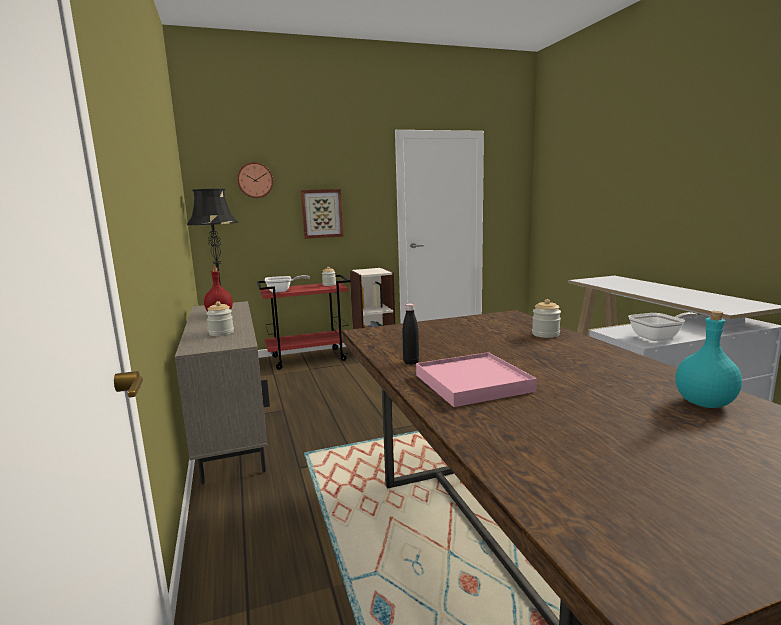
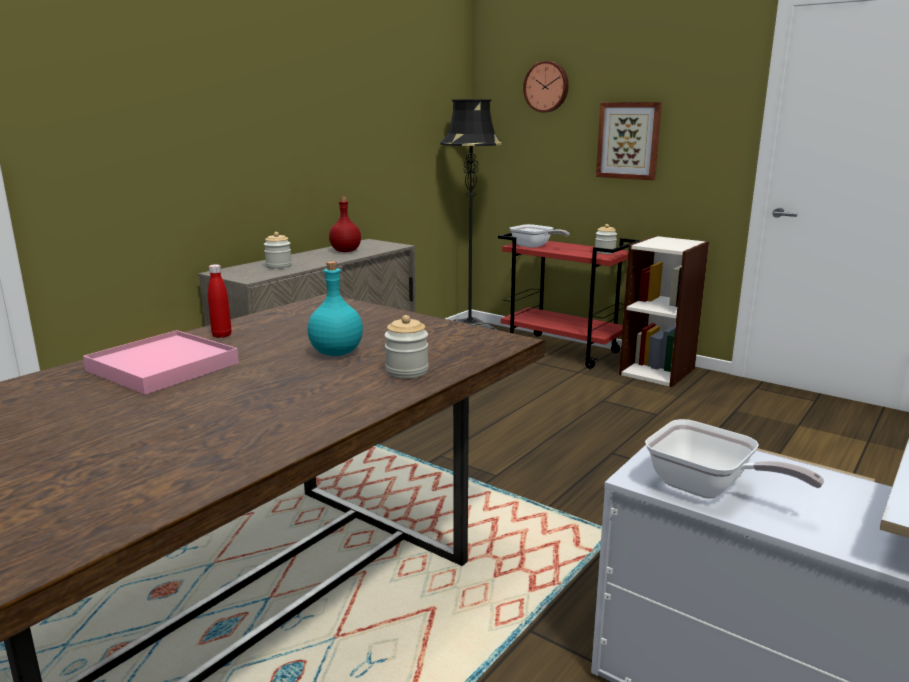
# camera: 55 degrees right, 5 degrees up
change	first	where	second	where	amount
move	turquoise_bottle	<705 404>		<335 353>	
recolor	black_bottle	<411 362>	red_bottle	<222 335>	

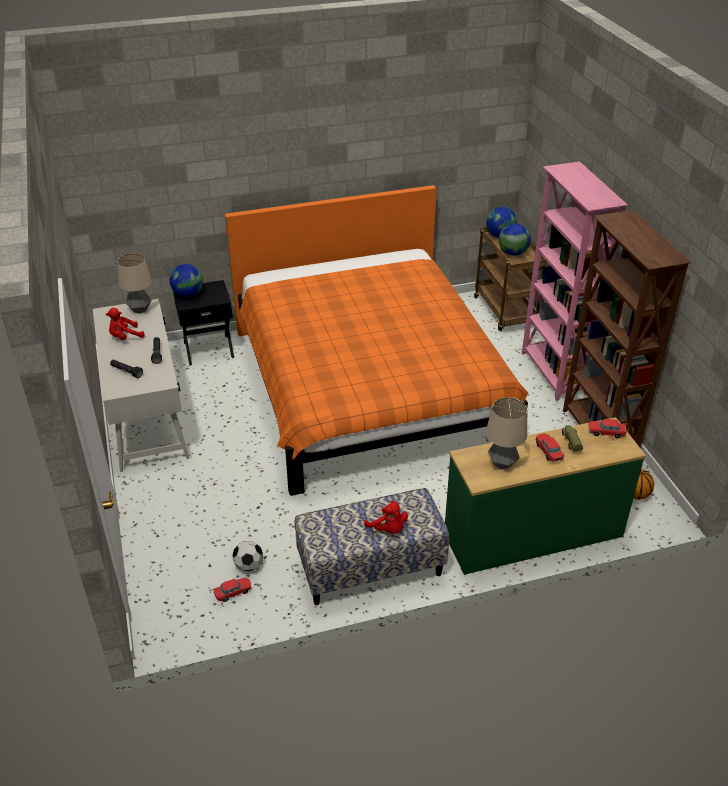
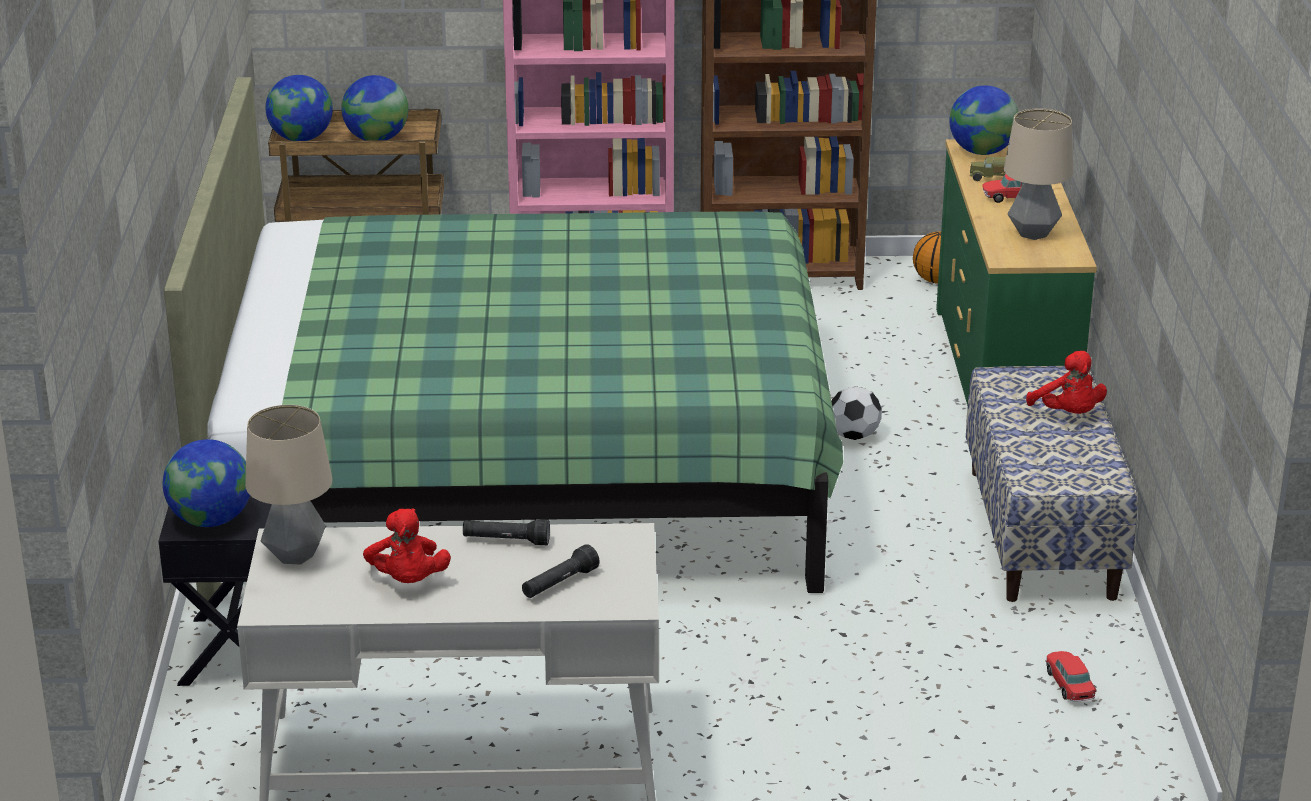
# camera: 75 degrees left, 10 degrees down
change	first	where	second	where	amount
move	football	<249 566>		<853 436>	
replace	toy_car	<606 432>	globe	<982 152>	
recolor	orange_bed	<367 387>	green_bed	<522 463>	
rotate	red_plush_toy	<388 529>		<1068 414>	90 degrees clockwise

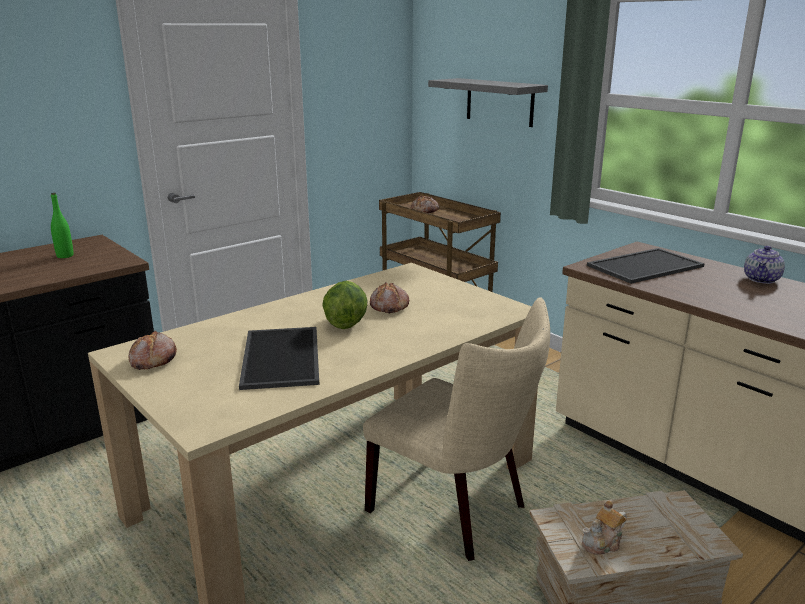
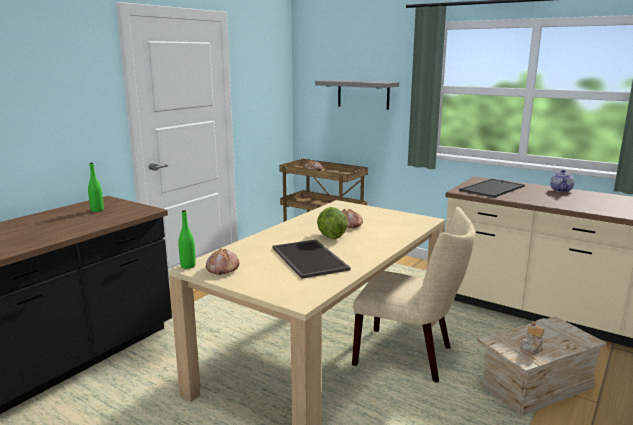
# camera: 15 degrees left, 5 degrees down
change	first	where	second	where	amount
insert			green_bottle	<188 266>	

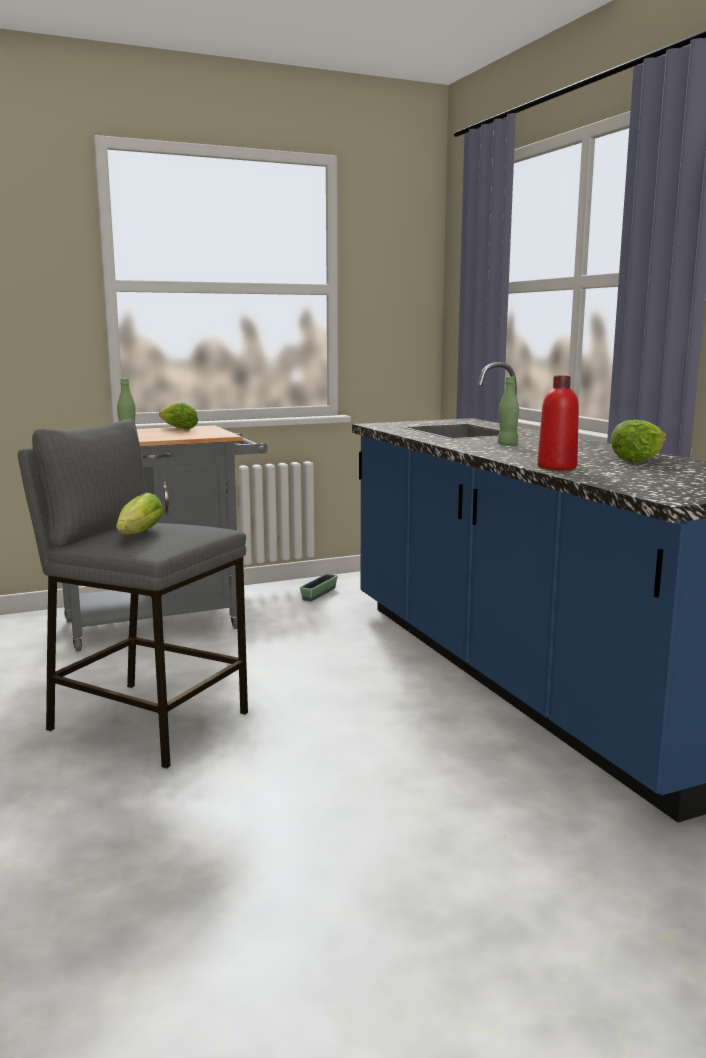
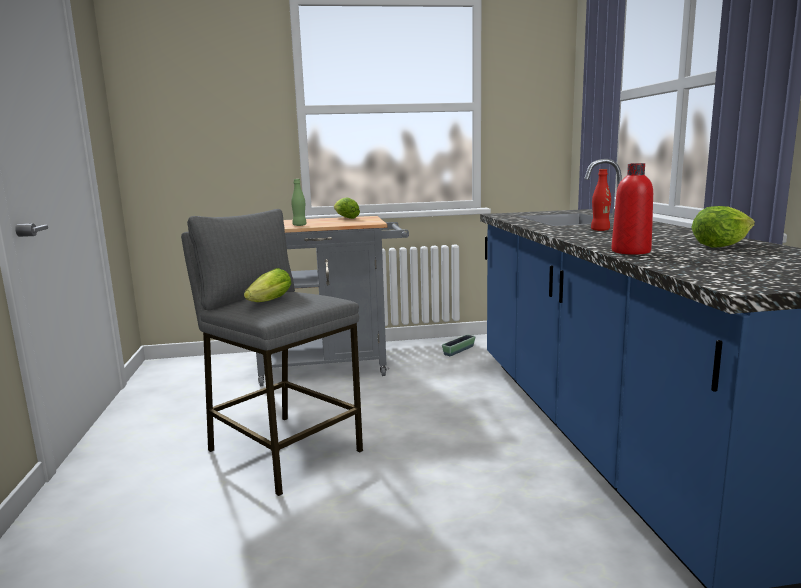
# camera: 15 degrees right, 0 degrees up
change	first	where	second	where	amount
recolor	green_bottle	<507 444>	red_bottle	<600 230>	

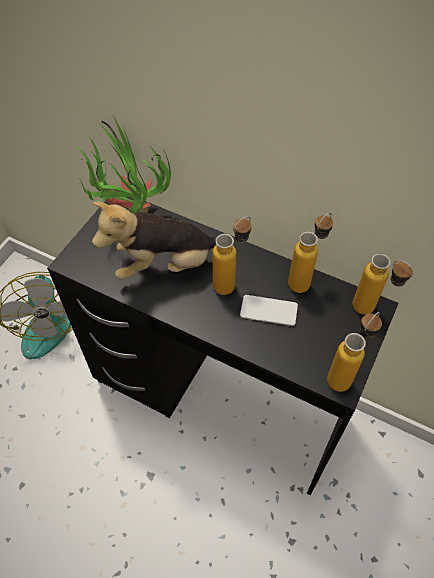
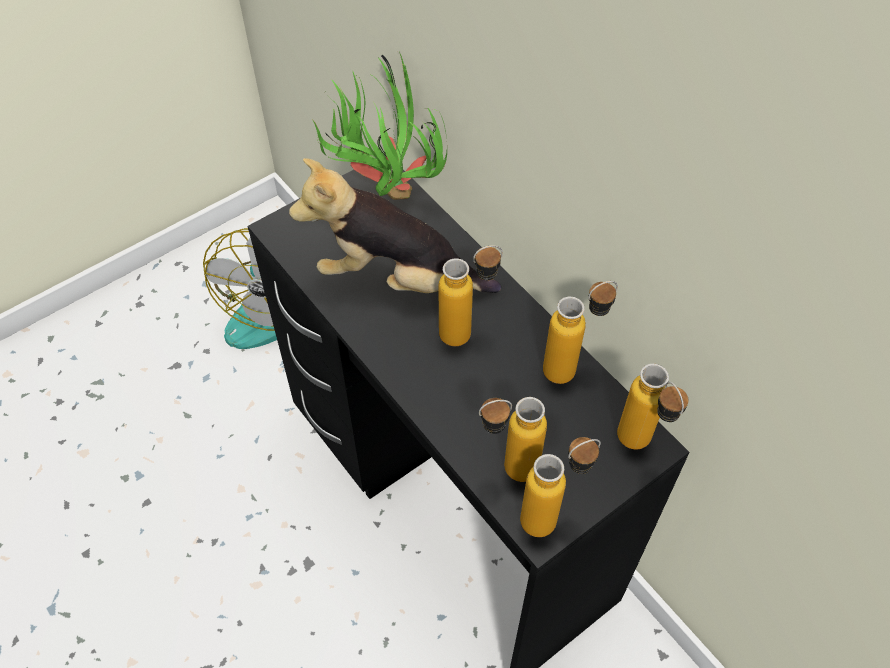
# camera: 25 degrees right, 0 degrees up
change	first	where	second	where	amount
delete	phone	<268 311>			
insert			bottle	<507 470>	

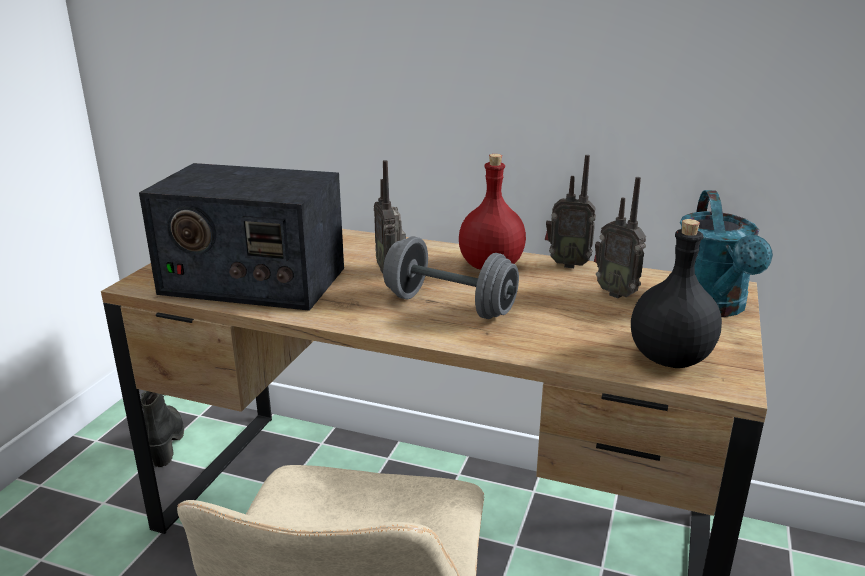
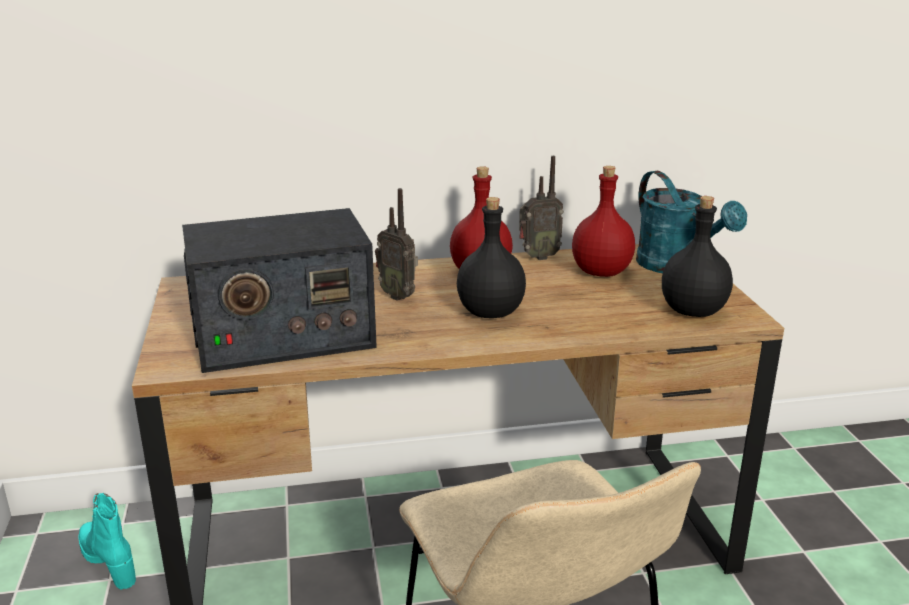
# camera: 30 degrees left, 0 degrees up
change	first	where	second	where	amount
replace	grey_dumbbell	<449 305>	black_bottle	<490 313>	
replace	radio	<617 293>	red_bottle	<602 271>	
recolor	black_boot	<167 441>	turquoise_boot	<110 561>	

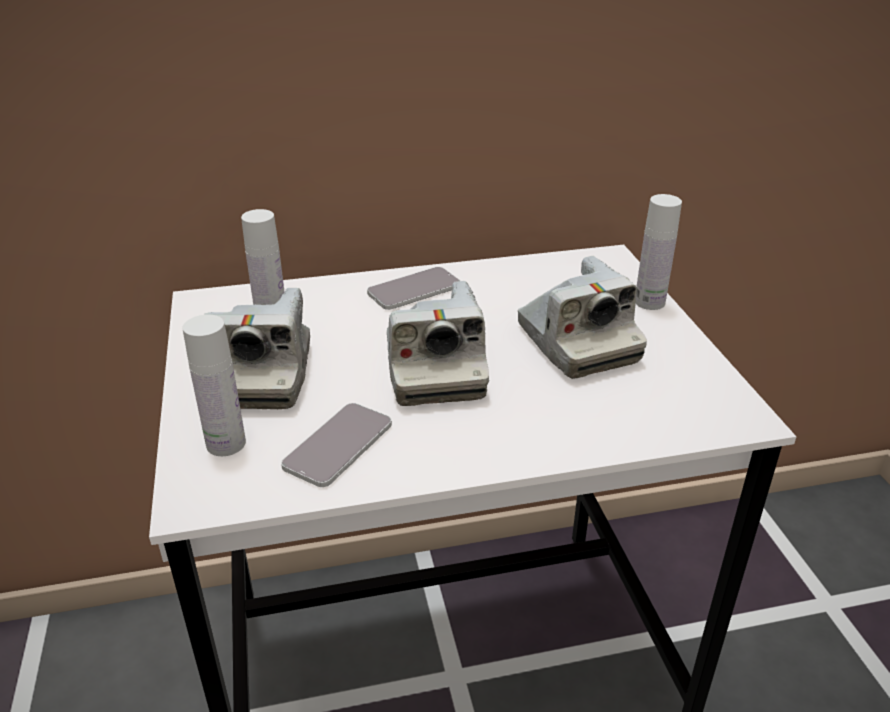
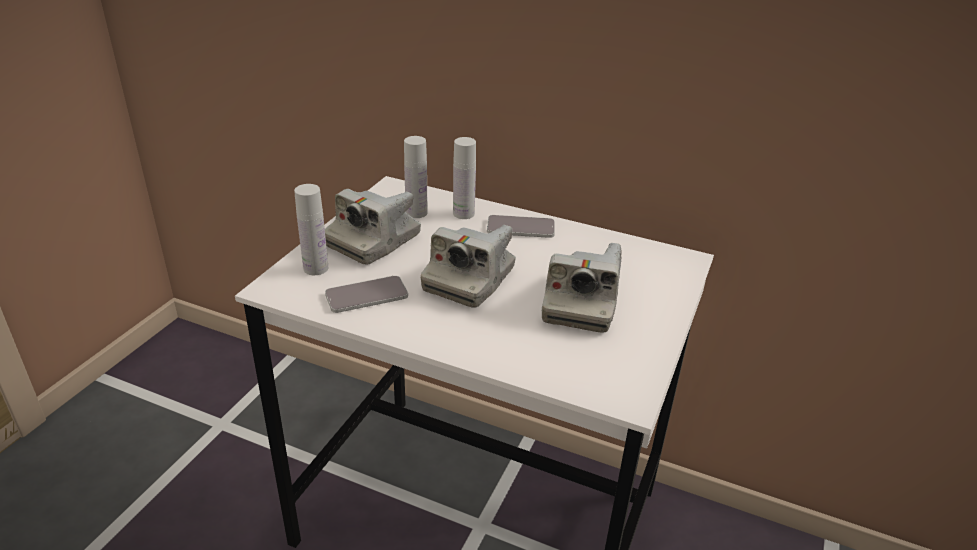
# camera: 35 degrees right, 0 degrees up
change	first	where	second	where	amount
move	white_bottle	<649 302>		<463 213>	

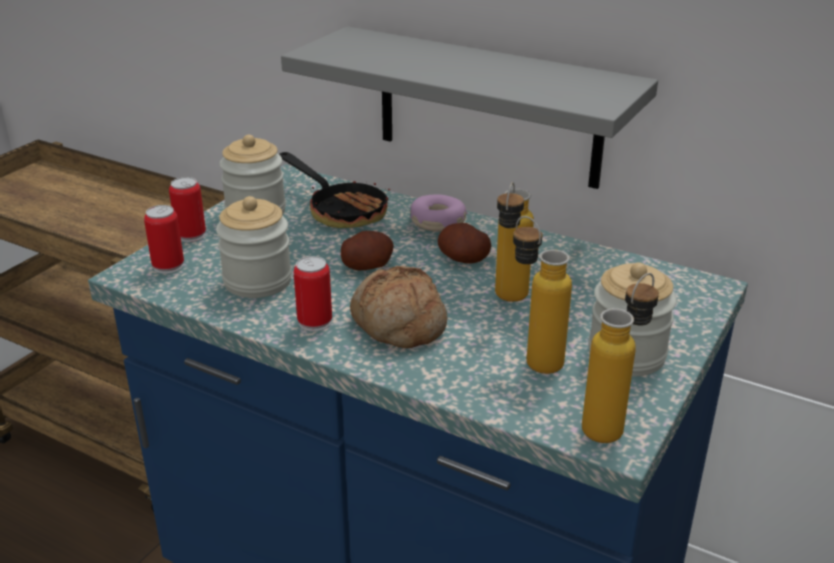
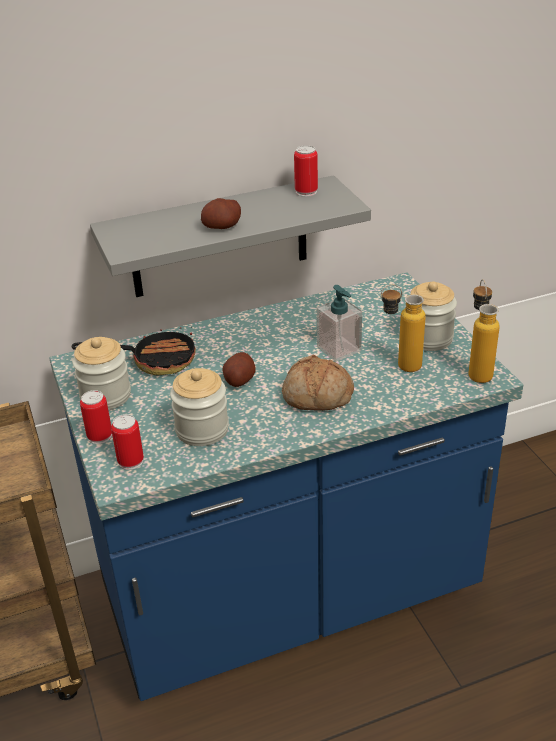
# camera: 50 degrees left, 5 degrees up
change	first	where	second	where	amount
delete	donut	<438 222>			
move	can	<315 322>		<306 191>	
move	potato	<463 259>		<222 227>	
replace	bottle	<508 301>	soap_dispenser	<339 349>	

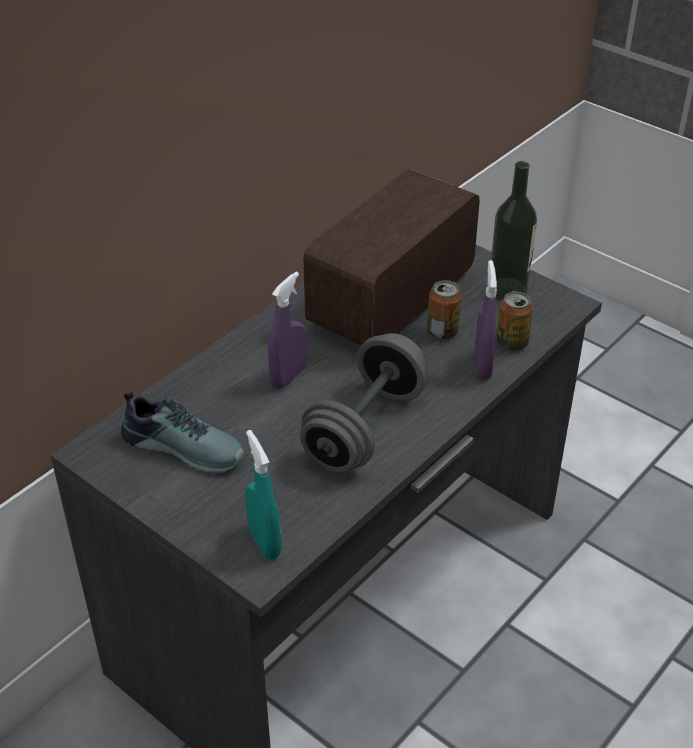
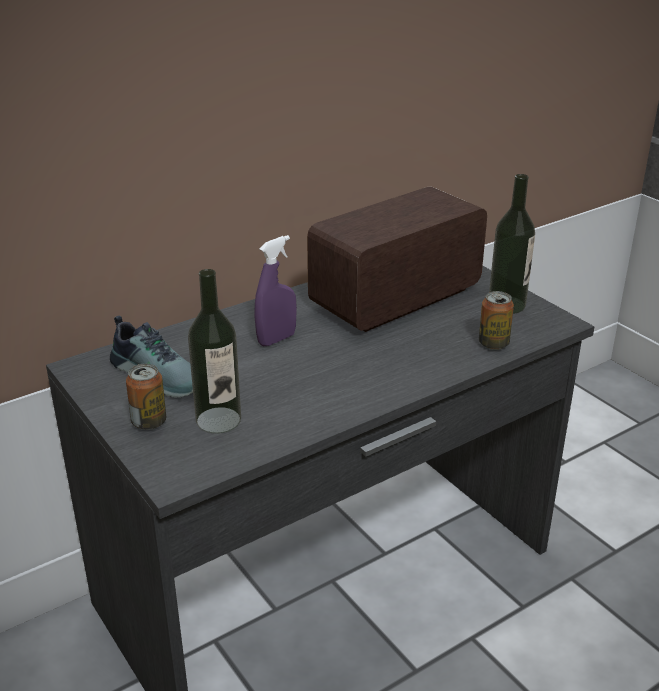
# camera: 15 degrees right, 10 degrees down
change	first	where	second	where	amount
delete	turquoise_spray_bottle	<264 542>			
delete	grey_dumbbell	<365 428>			
delete	purple_spray_bottle	<482 366>			
insert			bottle	<218 420>	
move	can	<442 331>		<149 422>	

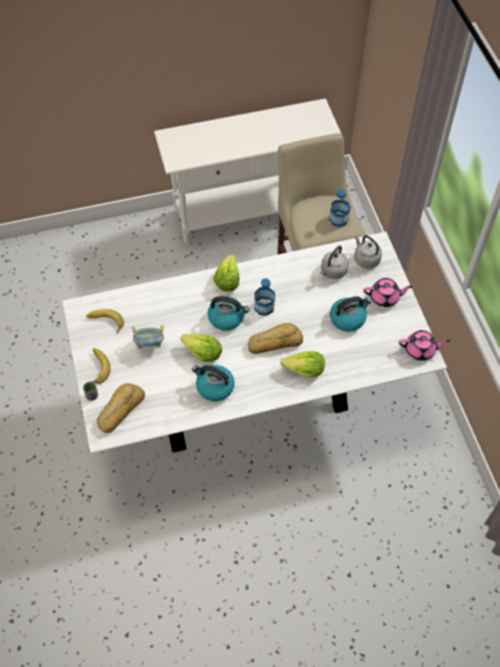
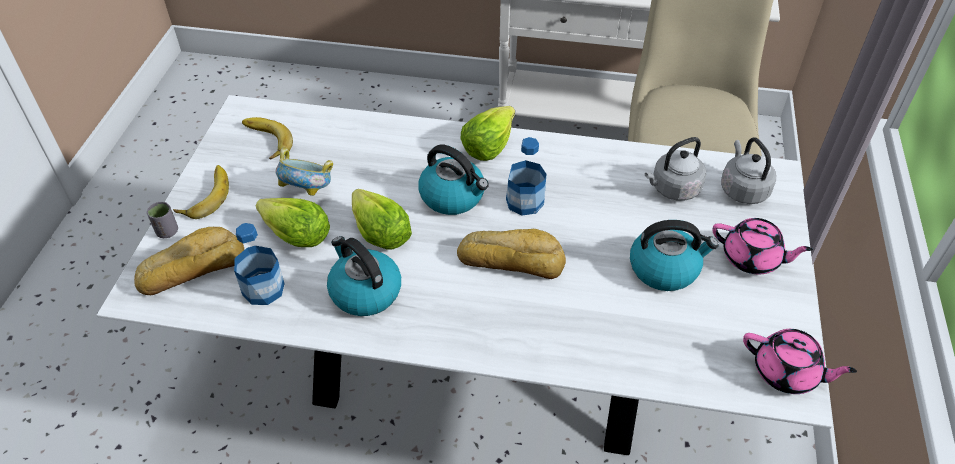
# camera: 25 degrees right, 10 degrees down
change	first	where	second	where	amount
move	lettuce	<304 370>		<296 235>	
move	bottle	<338 219>		<263 289>	

